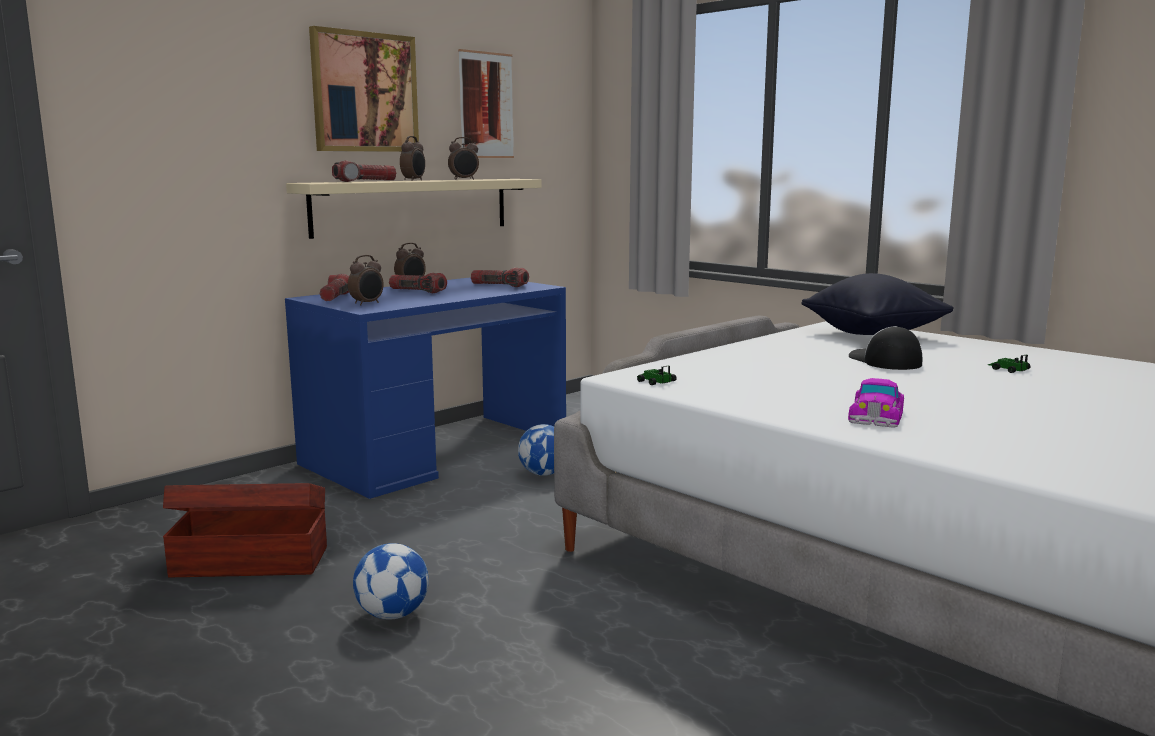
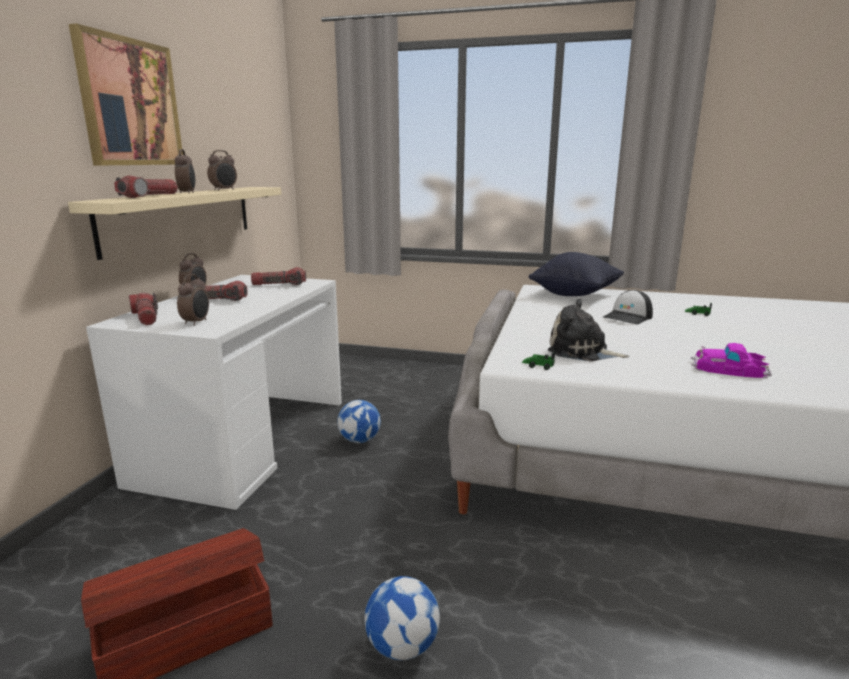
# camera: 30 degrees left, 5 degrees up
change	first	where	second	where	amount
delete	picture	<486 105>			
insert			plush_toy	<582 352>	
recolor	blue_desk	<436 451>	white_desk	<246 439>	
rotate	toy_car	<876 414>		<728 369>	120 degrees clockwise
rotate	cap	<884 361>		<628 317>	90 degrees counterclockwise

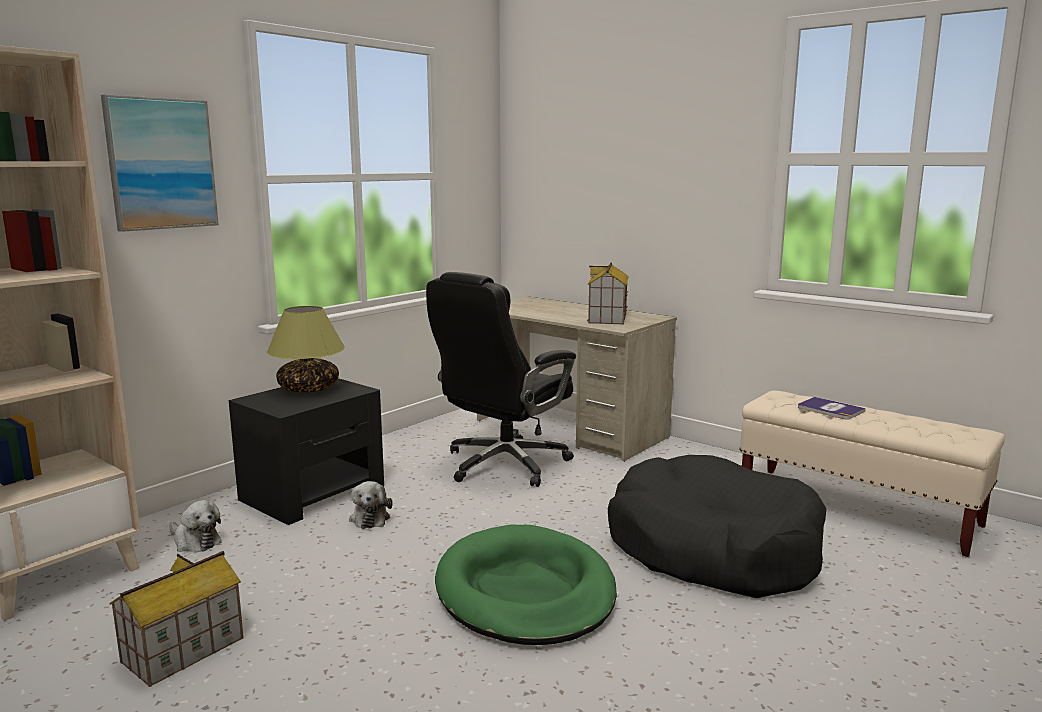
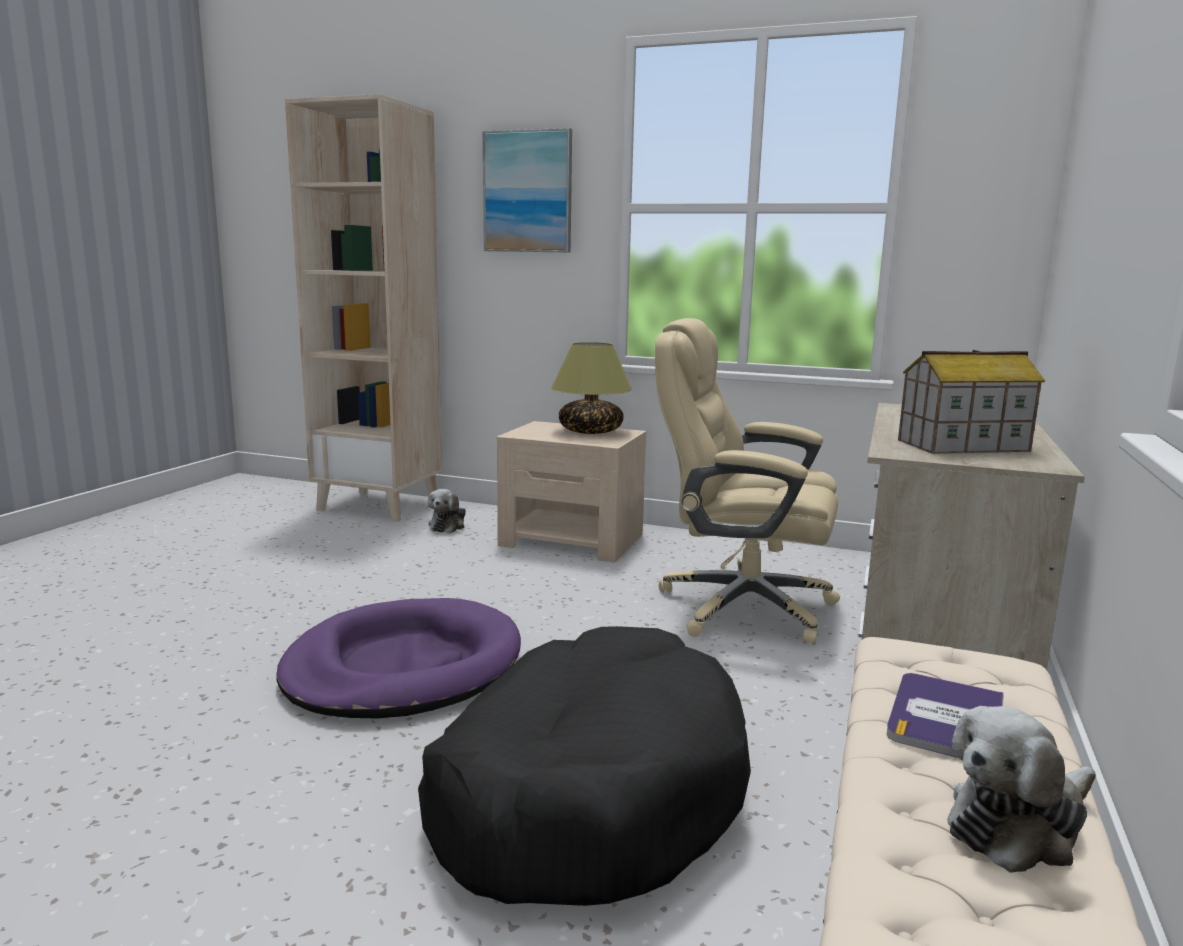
# camera: 70 degrees right, 0 degrees up
change	first	where	second	where	amount
delete	toy_house	<183 650>			
move	plush_toy	<370 517>		<1018 826>	
recolor	black_nightstand	<313 492>	beige_nightstand	<572 540>	
recolor	black_office_chair	<503 464>	beige_office_chair	<741 607>	
recolor	green_dog_bed	<525 591>	purple_dog_bed	<403 667>	

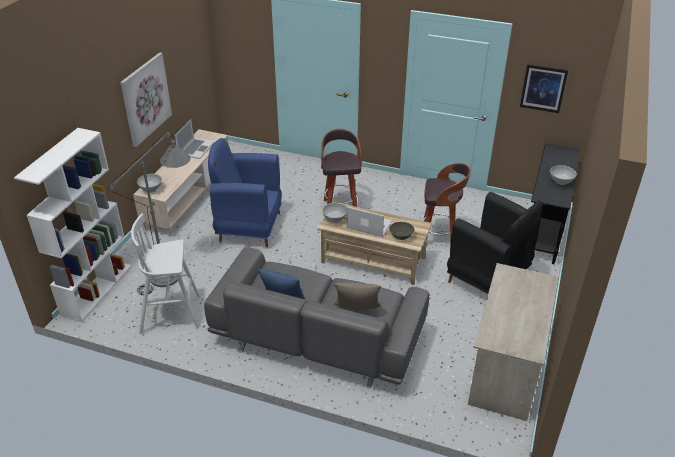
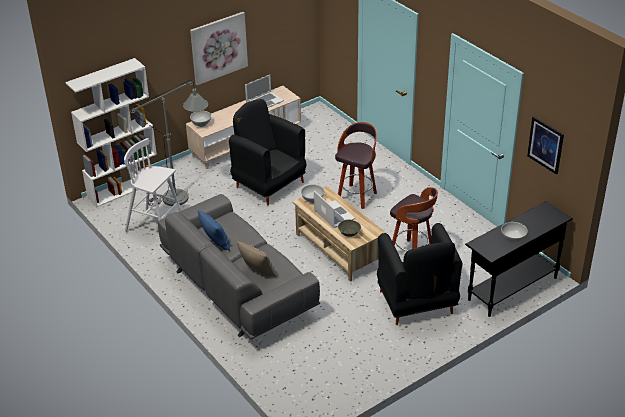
# camera: 35 degrees right, 0 degrees up
change	first	where	second	where	amount
delete	beige_desk	<506 367>			
recolor	blue_armchair	<249 227>	black_armchair	<269 184>	

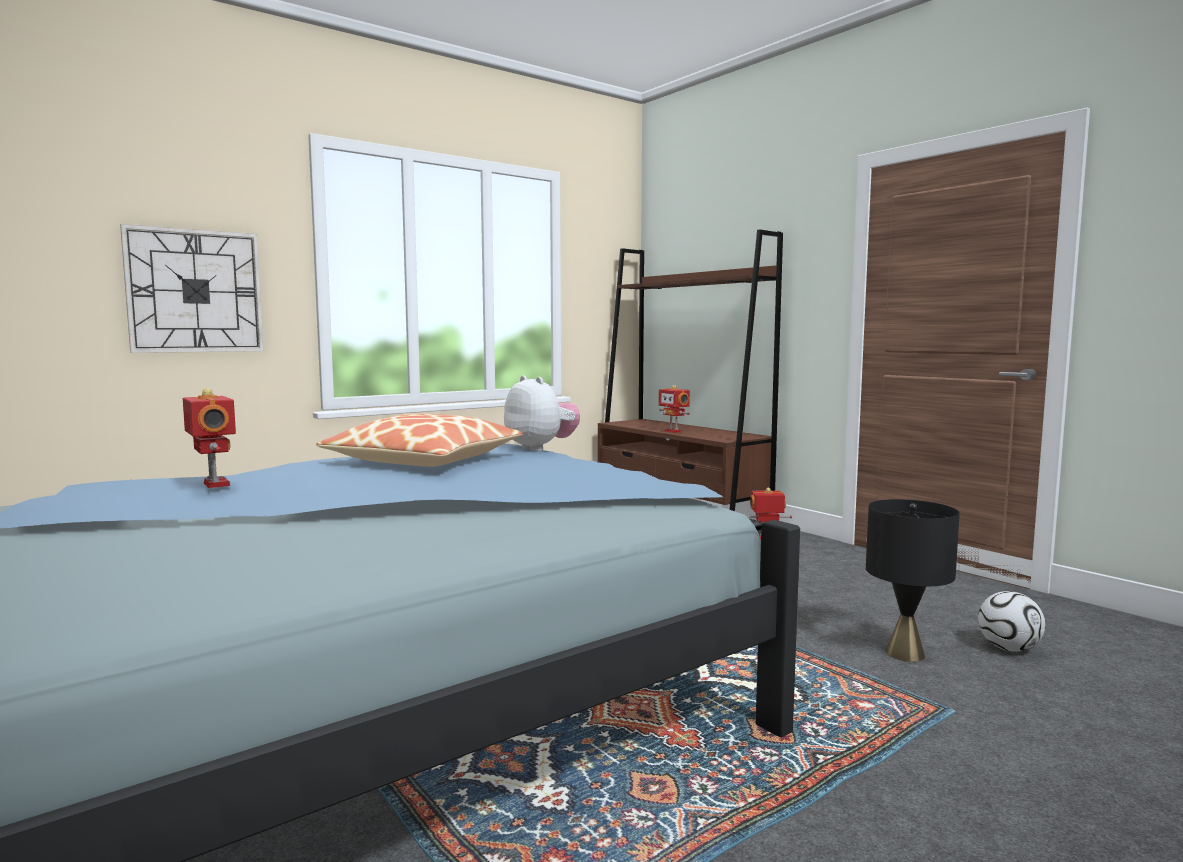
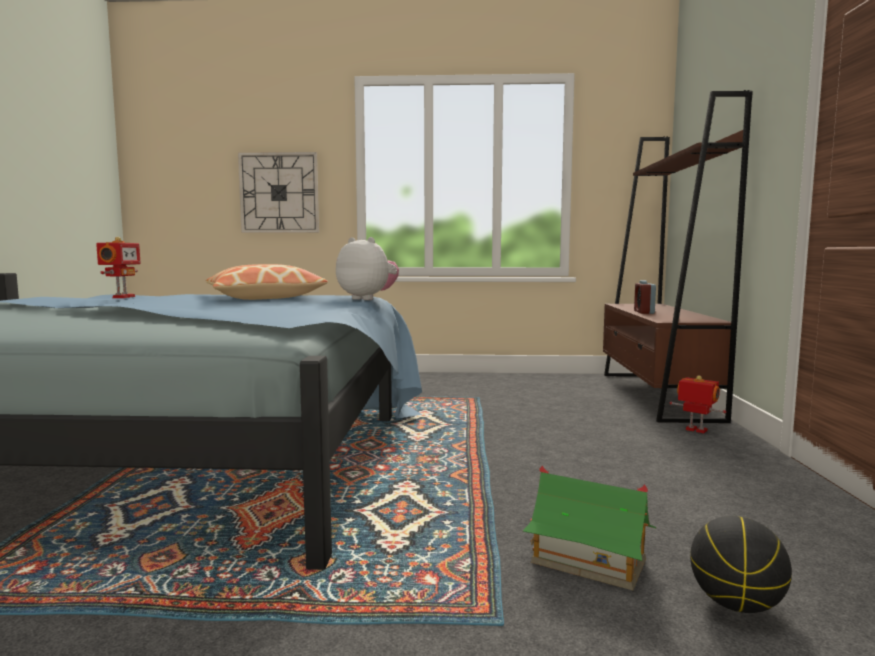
# camera: 40 degrees right, 0 degrees up
change	first	where	second	where	amount
replace	toy_robot	<673 431>	alarm_clock	<644 312>	
replace	black_table_lamp	<905 653>	toy_house	<587 560>	
replace	football	<1008 649>	basketball	<735 604>	
rotate	plush_toy	<541 448>		<368 298>	60 degrees counterclockwise

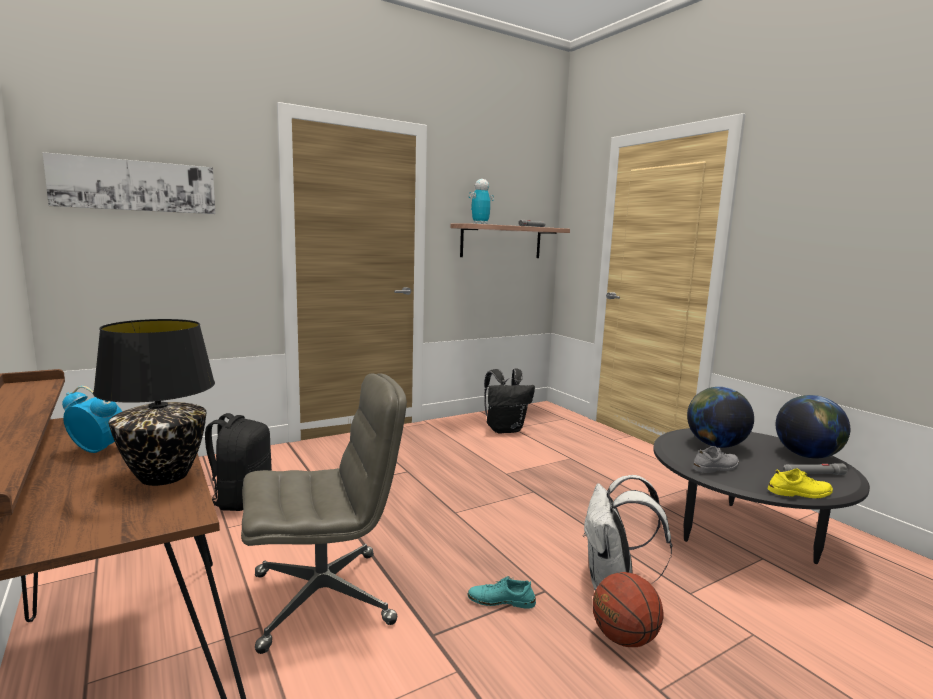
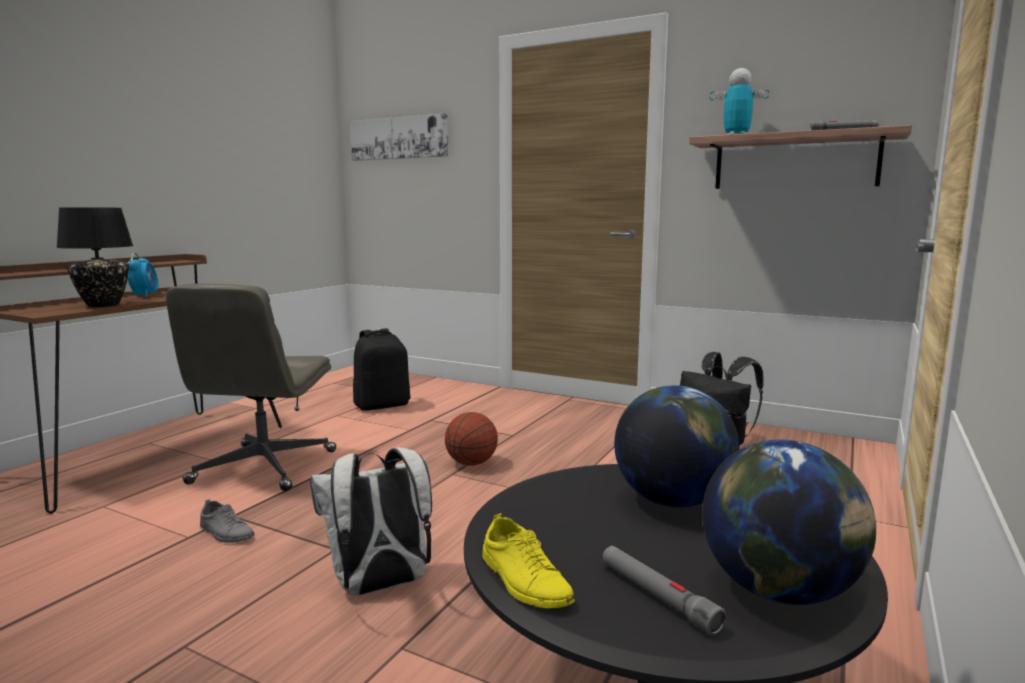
# camera: 60 degrees right, 0 degrees up
change	first	where	second	where	amount
delete	turquoise_shoe	<501 600>			
move	basketball	<623 638>		<471 463>	
move	grey_shoe	<716 467>		<226 533>	
rotate	grey_office_chair	<324 597>		<264 467>	60 degrees clockwise

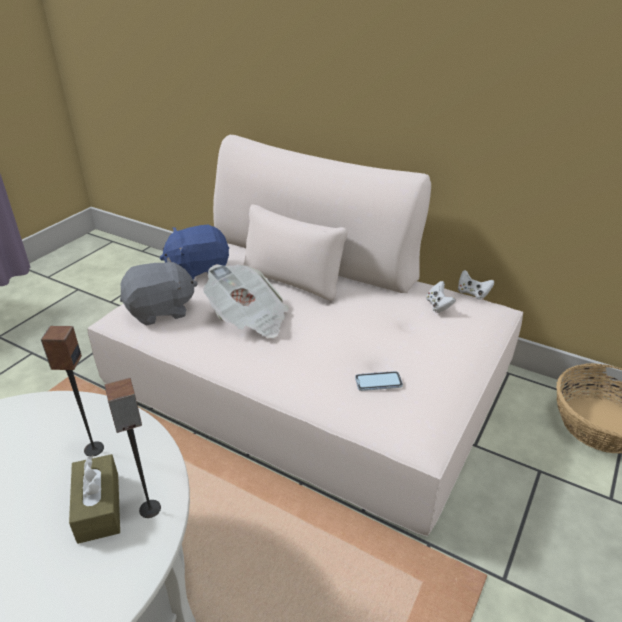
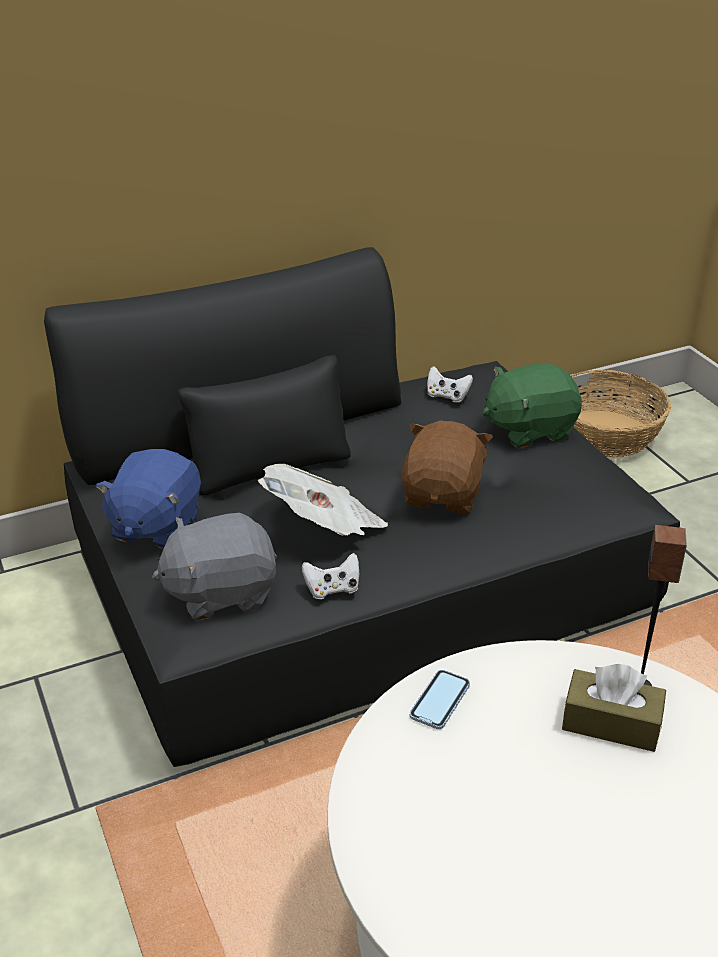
# camera: 55 degrees left, 0 degrees up
change	first	where	second	where	amount
delete	speaker	<93 449>			
insert			brown_plush_toy	<443 495>	
insert			green_plush_toy	<529 429>	
move	phone	<378 382>		<440 701>	
move	white_game_controller	<472 293>		<332 589>	
recolor	beige_sofa	<311 380>	black_sofa	<360 579>	
rotate	grey_plush_toy	<160 310>		<220 592>	120 degrees counterclockwise

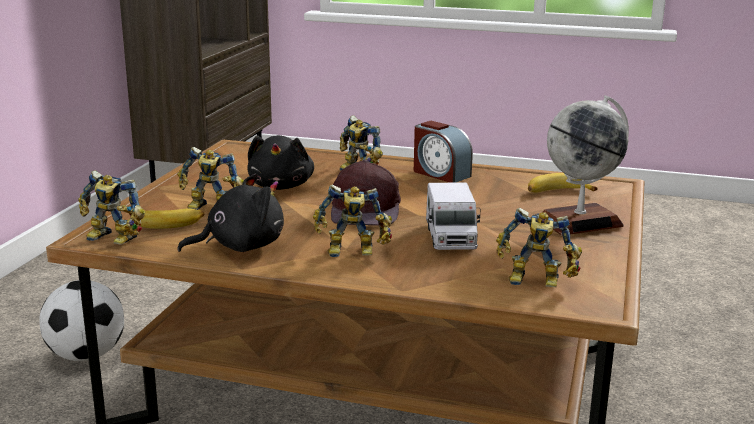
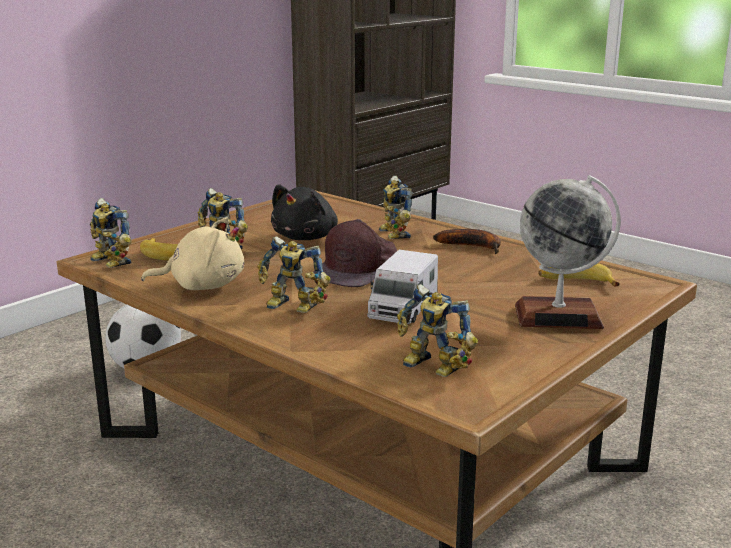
# camera: 25 degrees right, 0 degrees up
change	first	where	second	where	amount
replace	alarm_clock	<440 174>	banana	<473 246>	
recolor	black_plush_toy	<240 247>	beige_plush_toy	<202 286>	

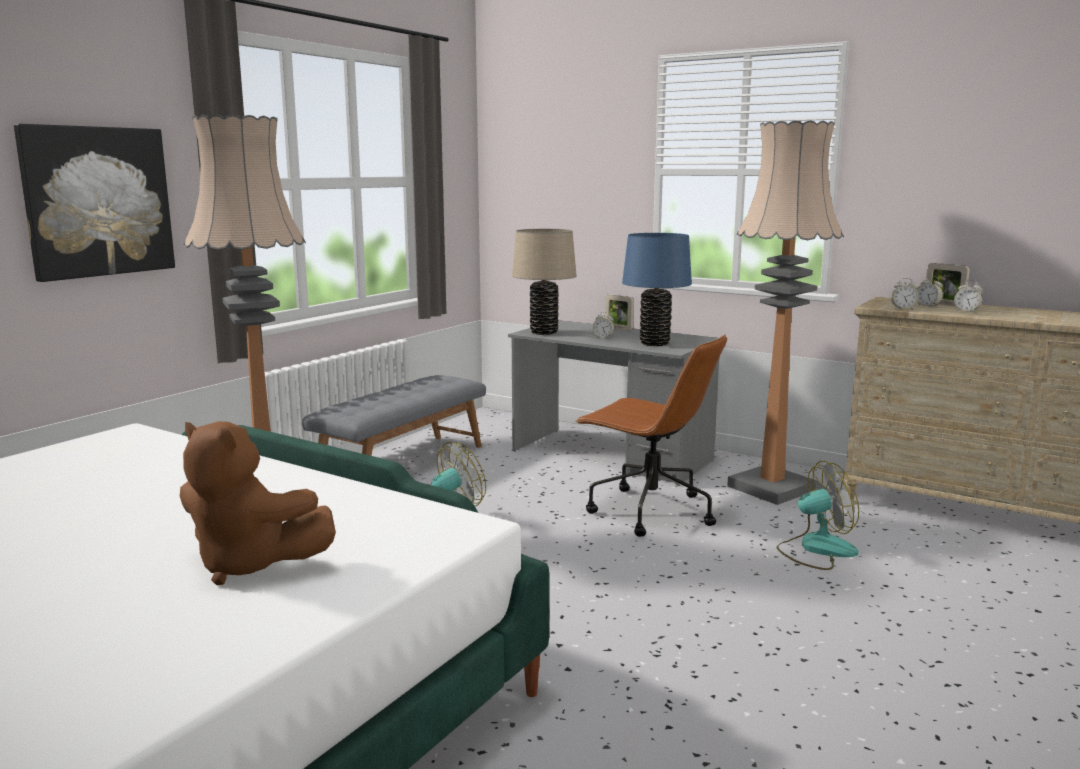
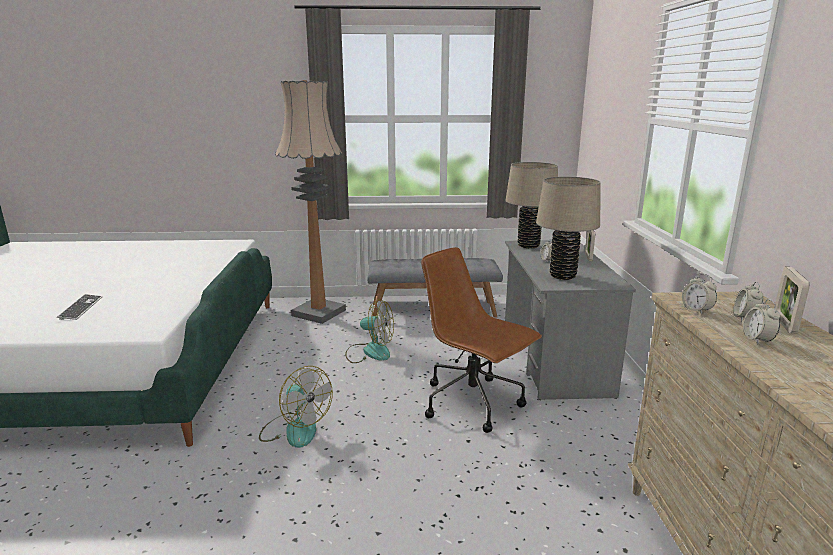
# camera: 55 degrees right, 5 degrees up
change	first	where	second	where	amount
delete	picture	<98 201>			
delete	floor_lamp	<771 488>			
move	fan	<816 549>		<295 429>	
replace	brown_plush_toy	<250 565>	keyboard	<81 308>	
recolor	blue_table_lamp	<654 343>	beige_table_lamp	<562 276>	
rotate	brown_office_chair	<649 511>		<473 403>	135 degrees clockwise

